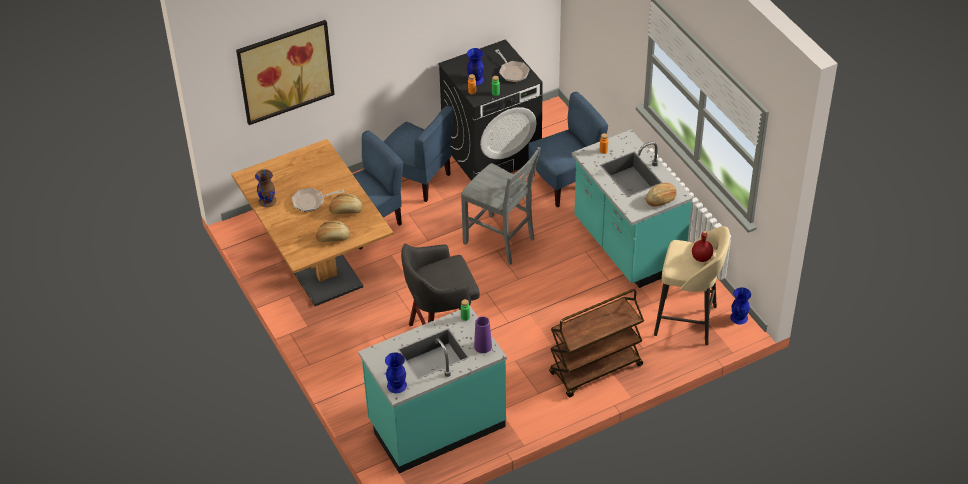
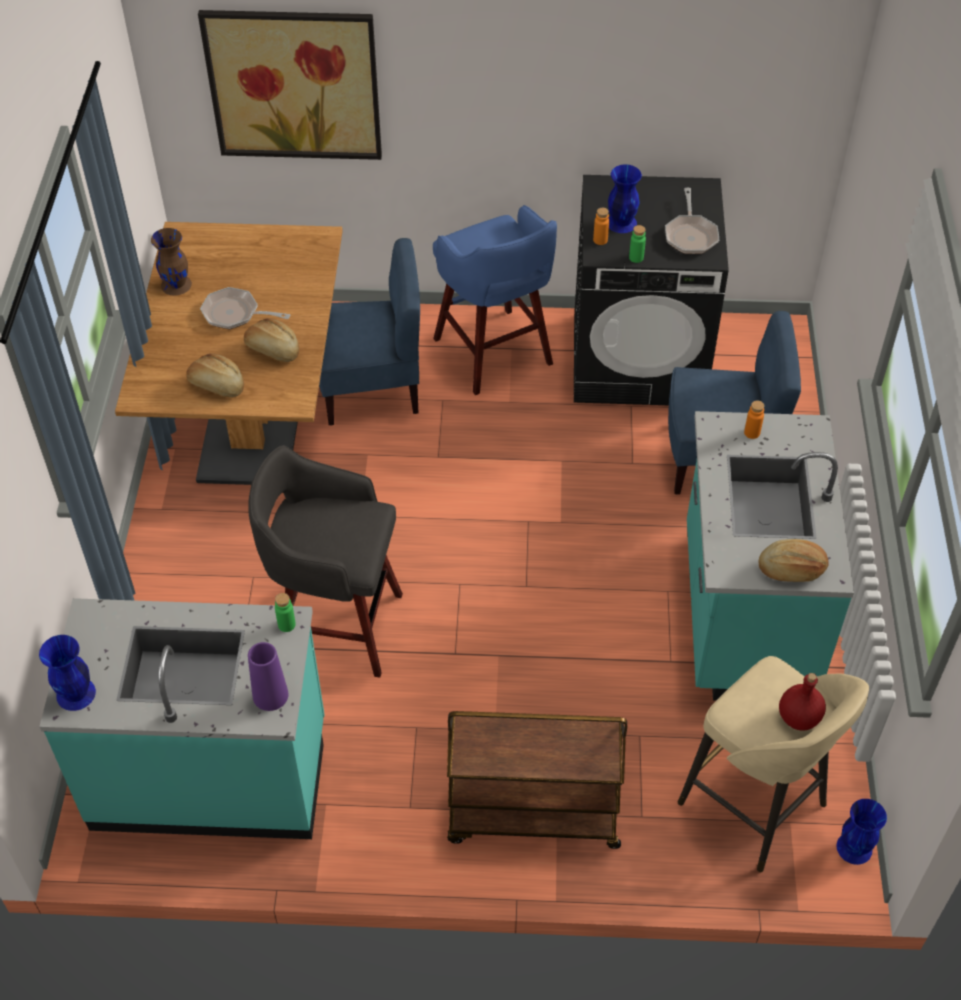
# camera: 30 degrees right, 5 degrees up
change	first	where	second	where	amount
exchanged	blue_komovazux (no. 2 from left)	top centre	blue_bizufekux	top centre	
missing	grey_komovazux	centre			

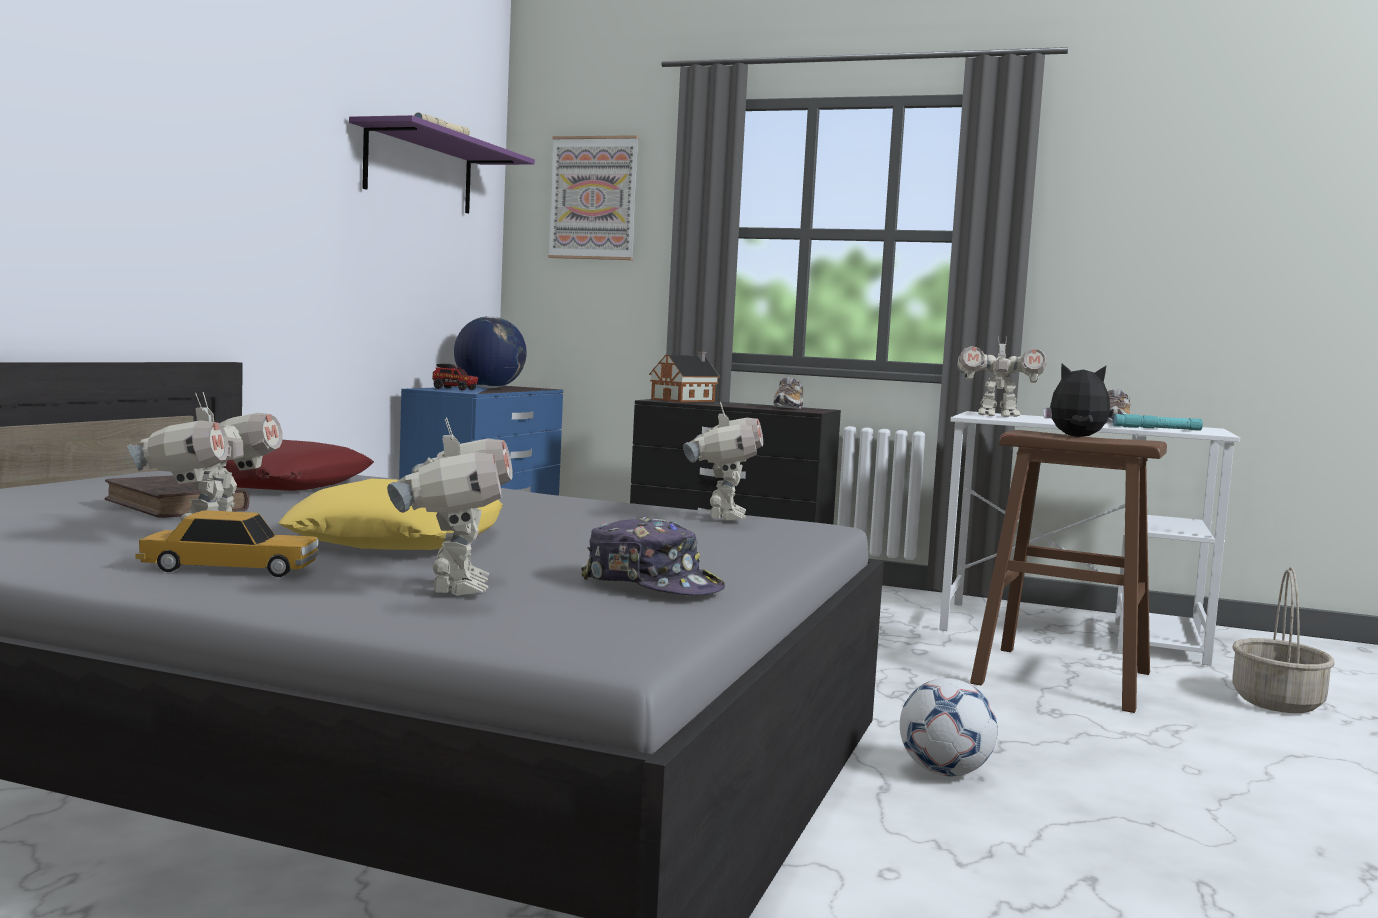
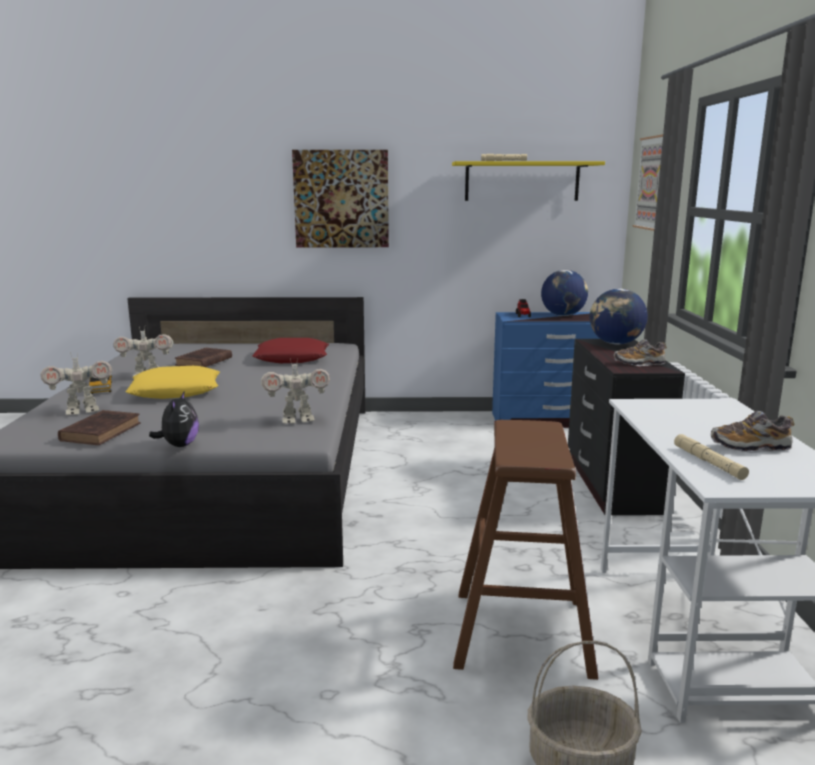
# camera: 70 degrees right, 10 degrees up
change	first	where	second	where	amount
colour	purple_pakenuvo	top left	yellow_pakenuvo	top centre	
missing	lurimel (no. 4 from left)	middle right			
exchanged	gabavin	centre	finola (no. 2 from left)	middle right	
relocated	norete	middle right		middle left	
colour	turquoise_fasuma	middle right	beige_fasuma (no. 2 from left)	middle right	
exchanged	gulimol	centre	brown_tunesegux (no. 1 from left)	middle left	
missing	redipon	bottom right			
appeared			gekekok (no. 1 from left)	top centre	

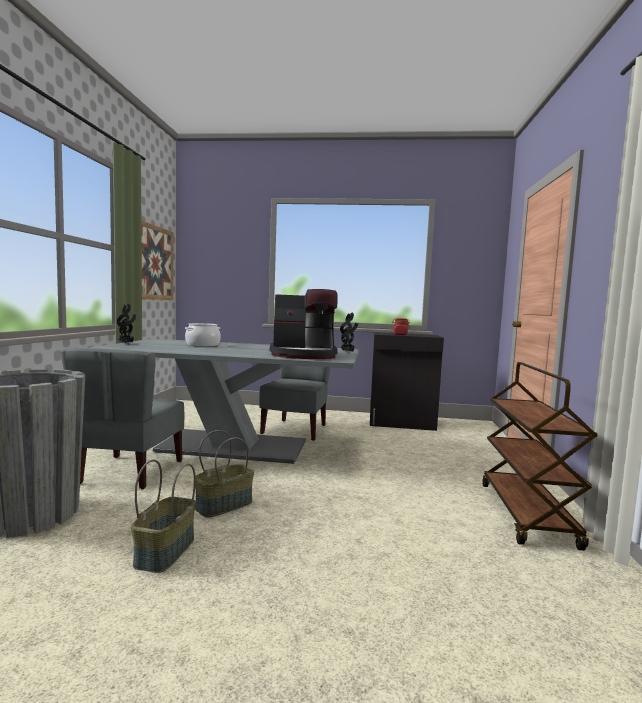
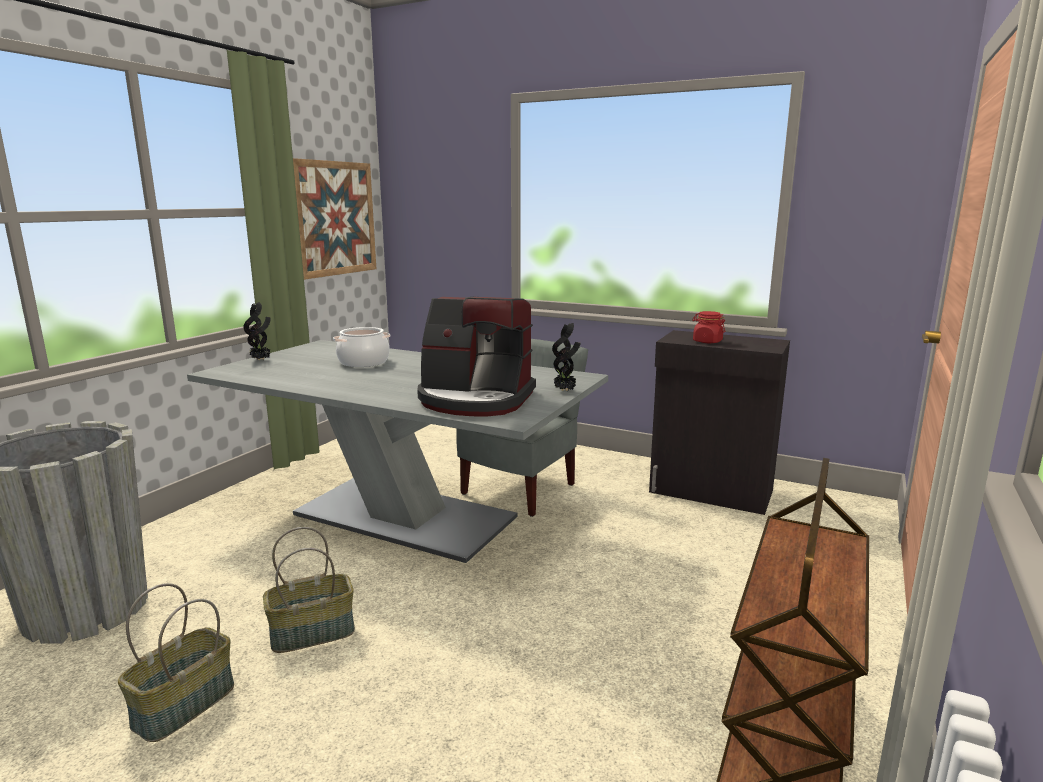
# camera: 20 degrees right, 10 degrees up
change	first	where	second	where	amount
missing	grey_komovazux (no. 1 from left)	middle left			

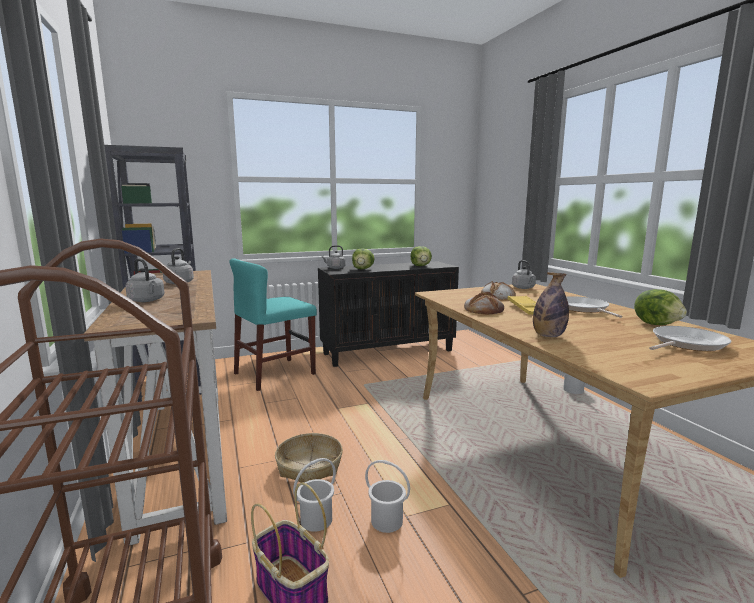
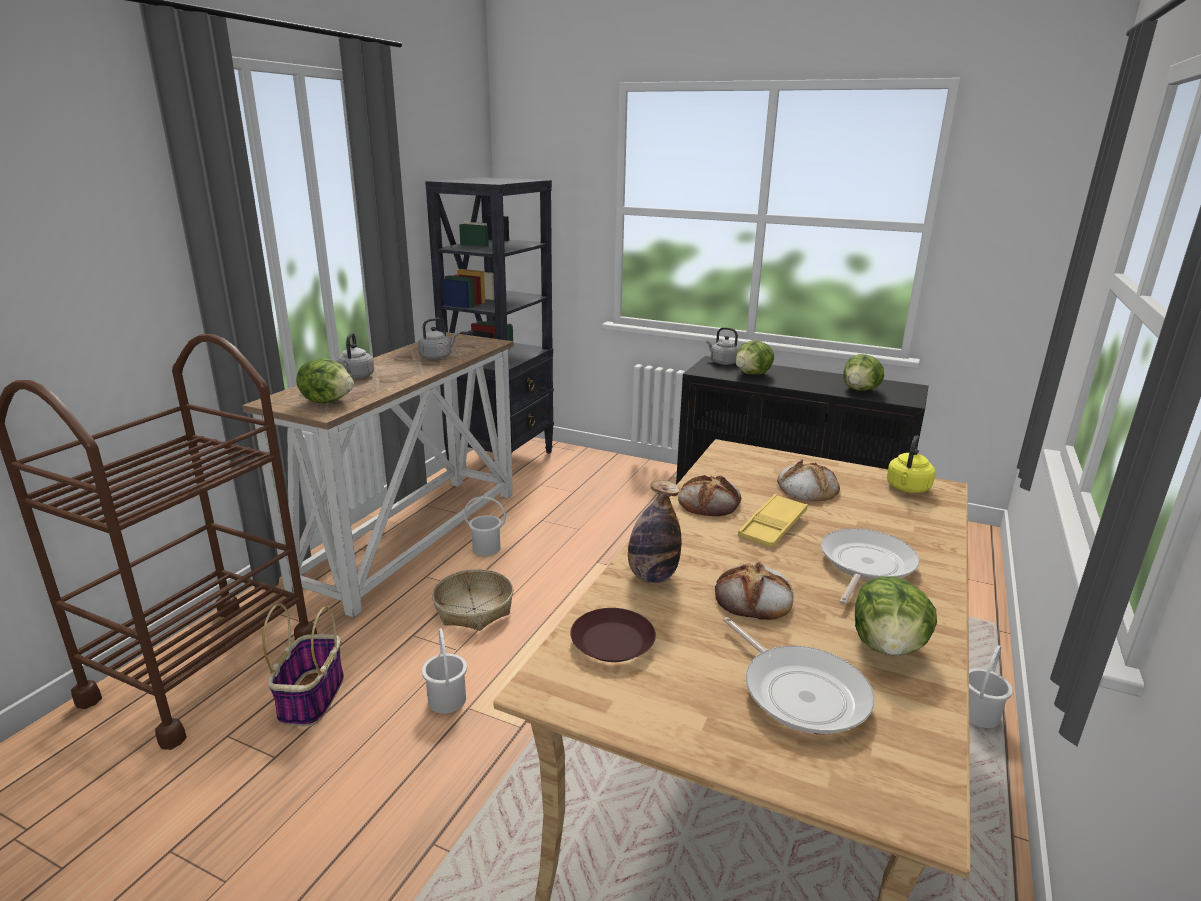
# camera: 45 degrees right, 10 degrees up
change	first	where	second	where	amount
missing	turquoise_komovazux	centre			
colour	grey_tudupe (no. 4 from left)	middle right	yellow_tudupe	middle right	
spun	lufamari (no. 2 from left in the first image)	middle right	lufamari (no. 1 from left)	bottom centre	45 degrees clockwise
relocated	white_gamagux (no. 1 from left in the first image)	bottom centre	white_gamagux (no. 2 from left)	centre	
appeared			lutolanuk (no. 1 from left)	middle left	
appeared			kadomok (no. 2 from left)	centre	
appeared			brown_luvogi	bottom centre	

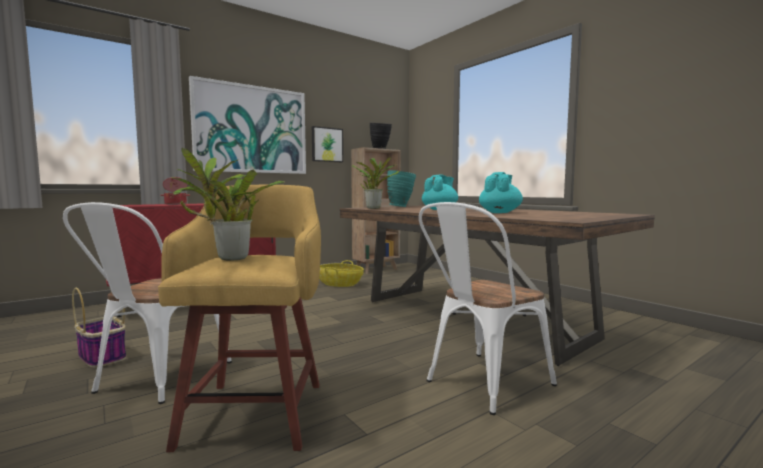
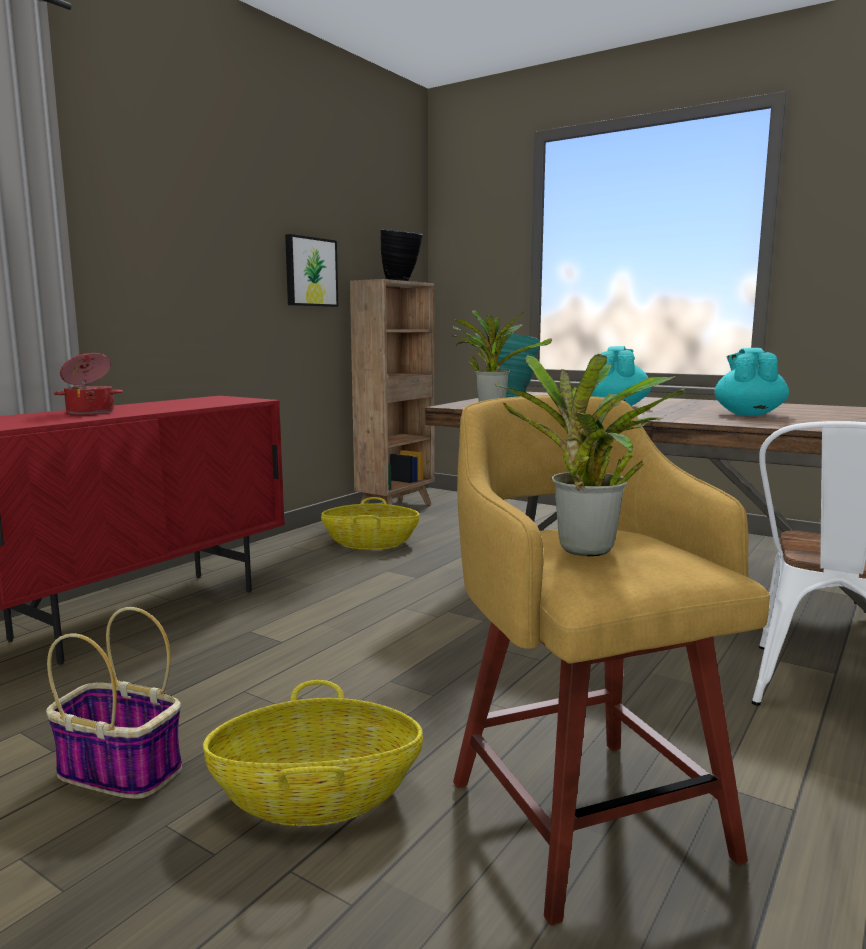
# camera: 20 degrees left, 5 degrees up
change	first	where	second	where	amount
missing	gekekok (no. 1 from left)	top left			
exchanged	white_komovazux (no. 1 from left)	middle left	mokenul (no. 2 from left)	bottom centre	

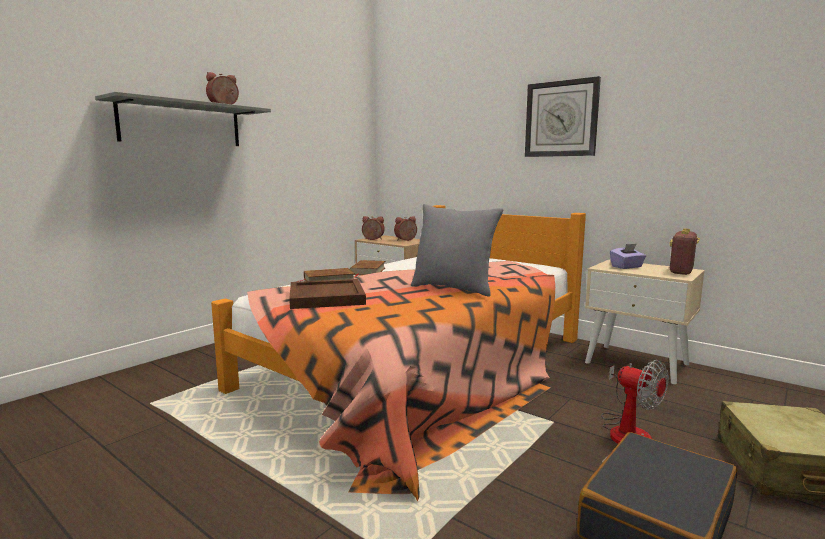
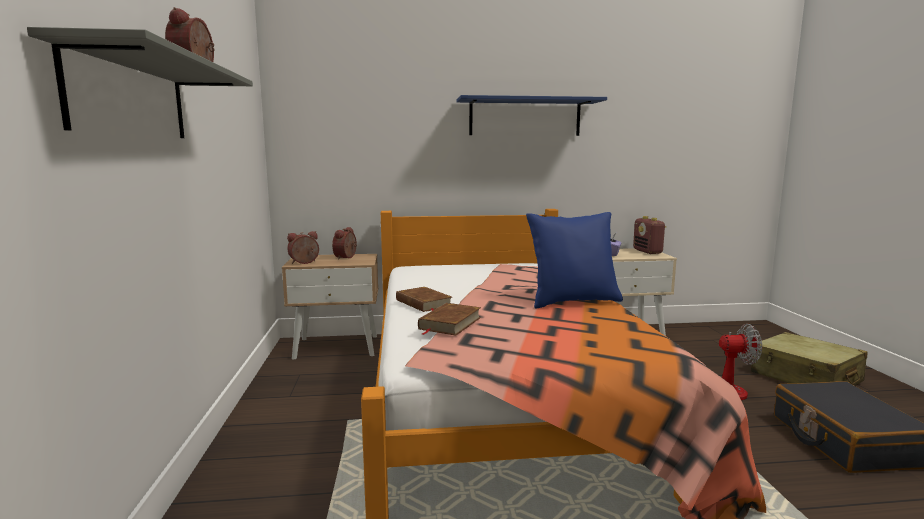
# camera: 45 degrees left, 0 degrees up
change	first	where	second	where	amount
exchanged	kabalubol	top right	blue_pakenuvo	top centre	
colour	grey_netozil	centre	blue_netozil	centre	
missing	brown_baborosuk	centre			

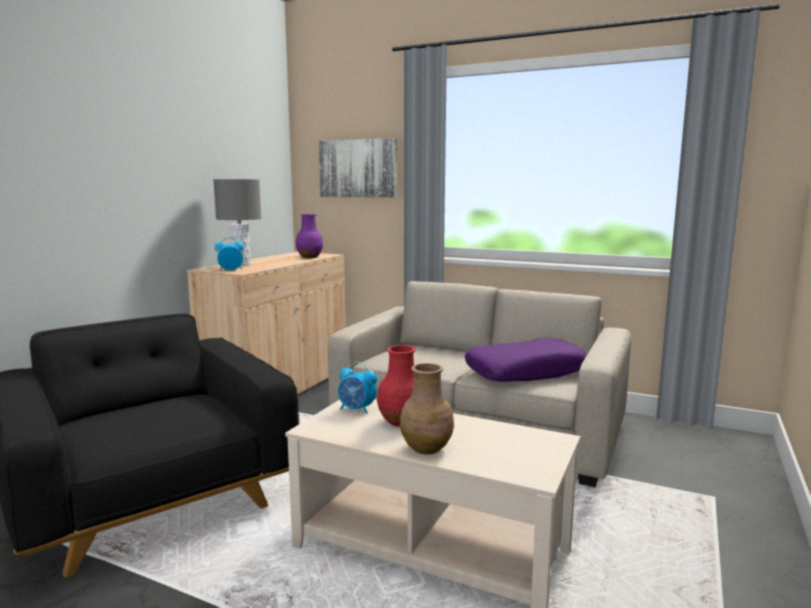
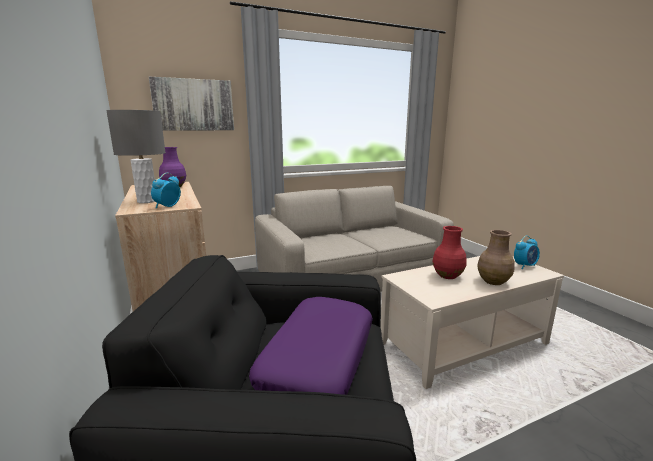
# camera: 50 degrees left, 5 degrees up
change	first	where	second	where	amount
relocated	purple_netozil	centre		bottom centre	
relocated	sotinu (no. 2 from left)	centre		middle right	

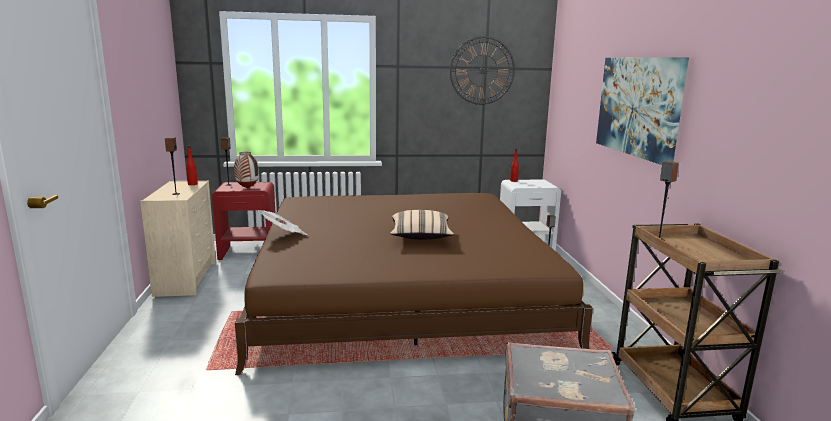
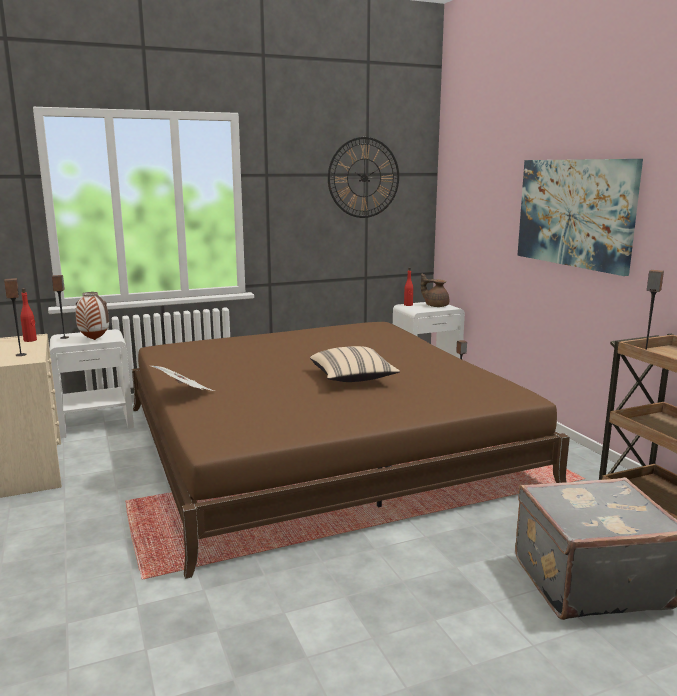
# camera: 15 degrees left, 0 degrees up
change	first	where	second	where	amount
colour	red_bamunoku	middle left	white_bamunoku (no. 1 from left)	middle left	
appeared			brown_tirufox	centre	

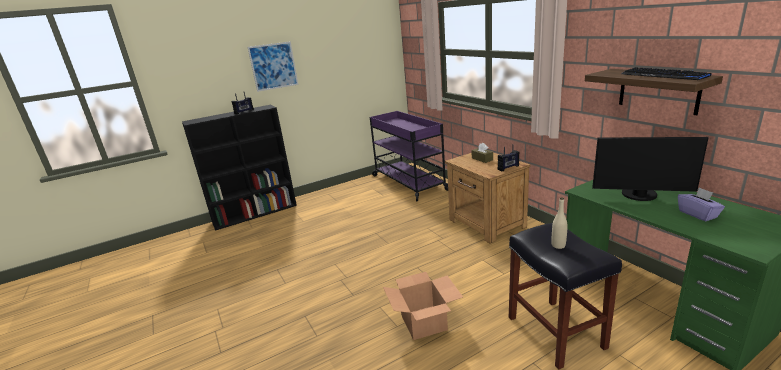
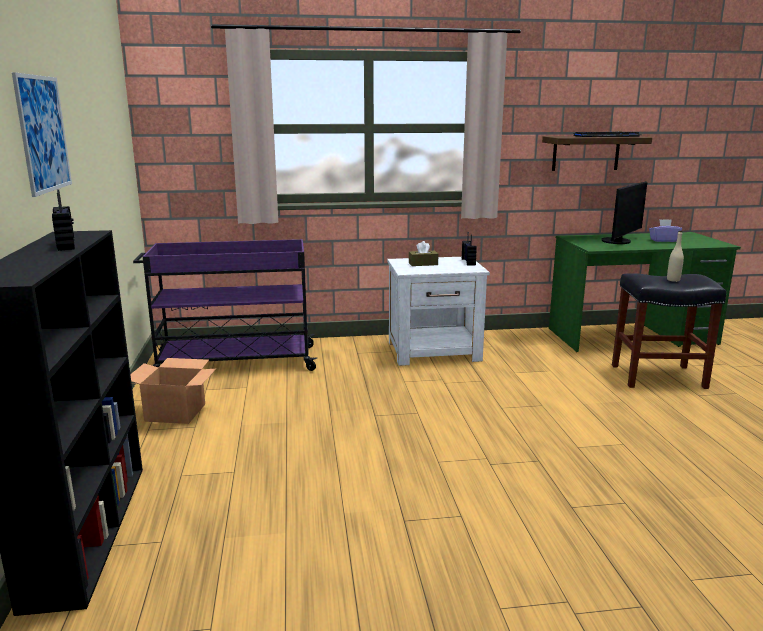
# camera: 70 degrees left, 5 degrees down
change	first	where	second	where	amount
colour	brown_bamunoku	centre	white_bamunoku	centre	
relocated	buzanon	bottom centre		middle left	

